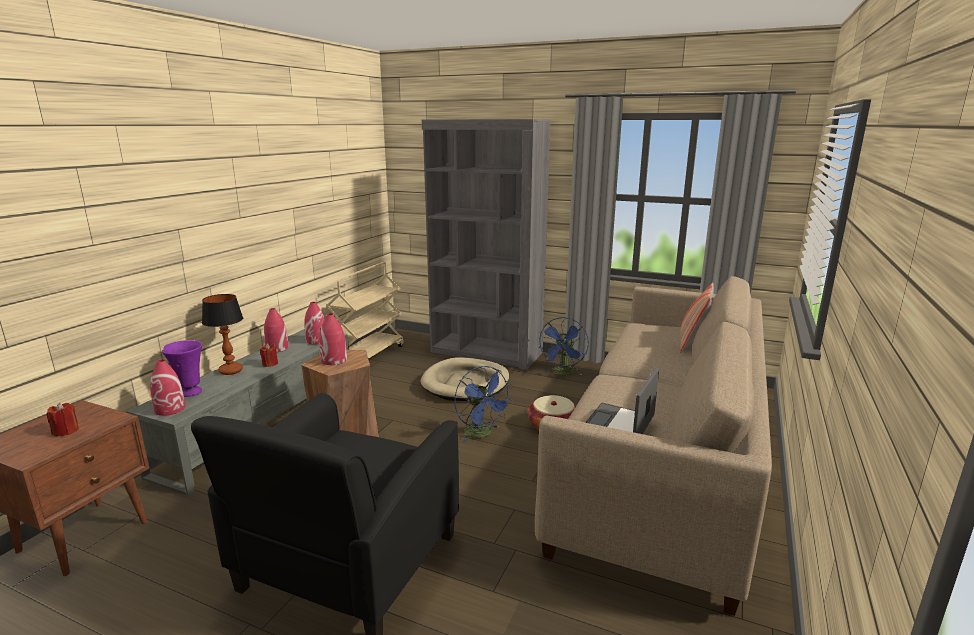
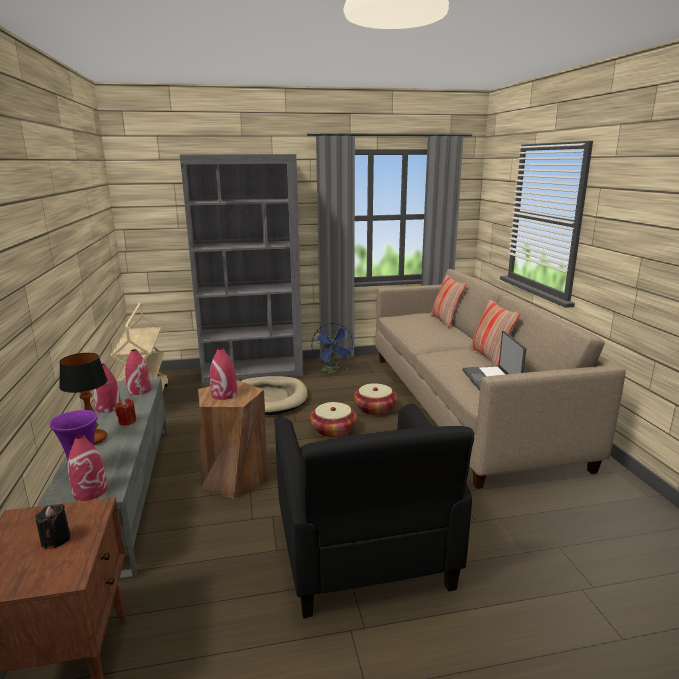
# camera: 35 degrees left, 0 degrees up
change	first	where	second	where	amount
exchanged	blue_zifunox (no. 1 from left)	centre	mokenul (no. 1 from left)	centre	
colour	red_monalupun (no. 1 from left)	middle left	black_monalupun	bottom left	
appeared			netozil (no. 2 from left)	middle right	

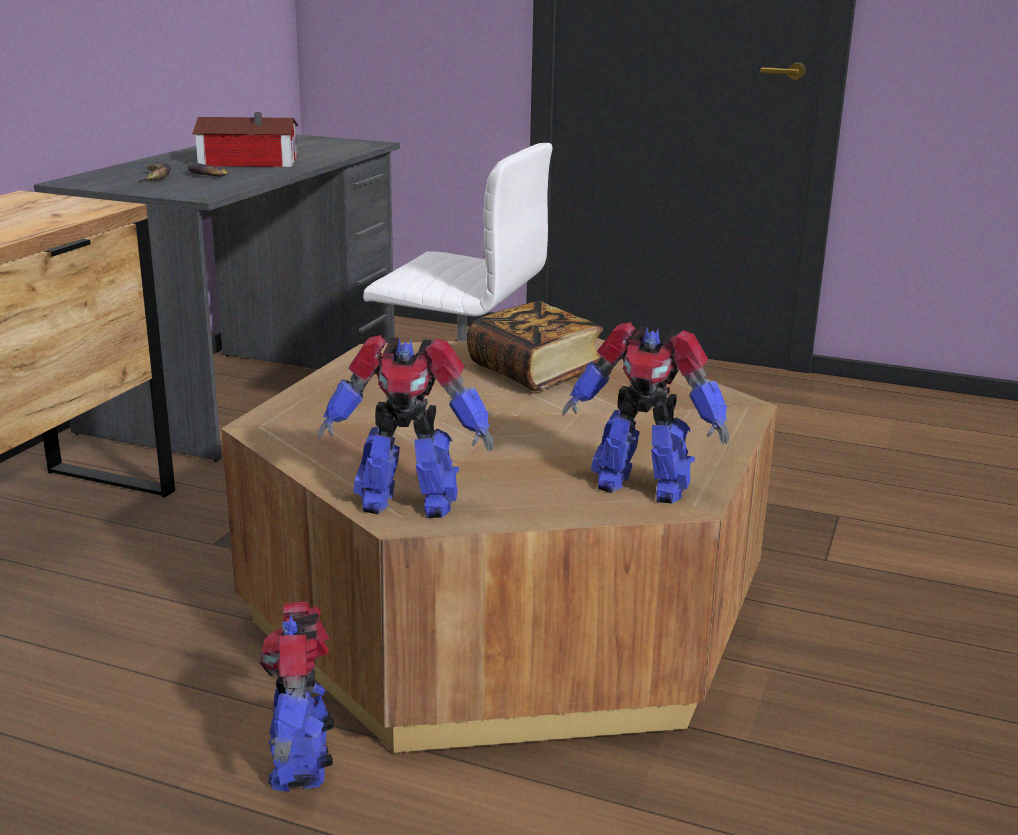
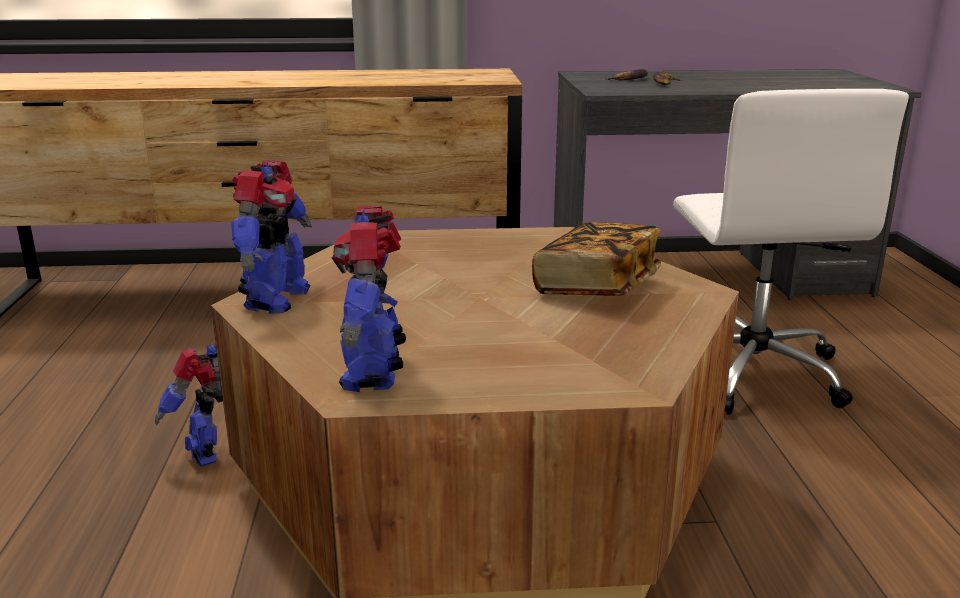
# camera: 65 degrees right, 0 degrees up
change	first	where	second	where	amount
missing	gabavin	top left			
spun	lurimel (no. 2 from left)	centre		middle left	150 degrees counterclockwise

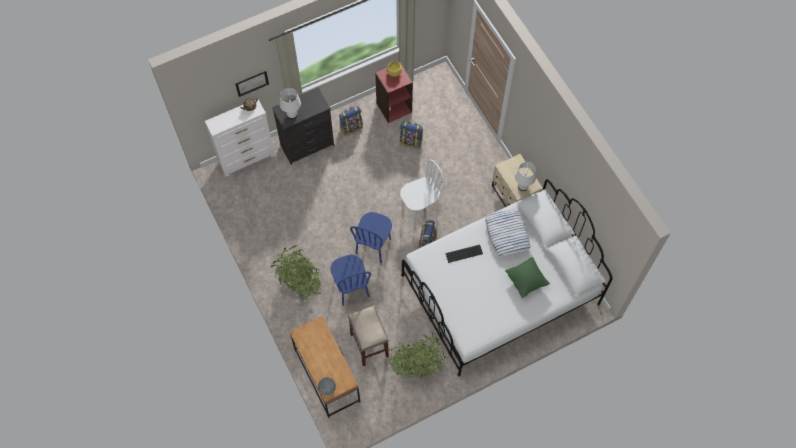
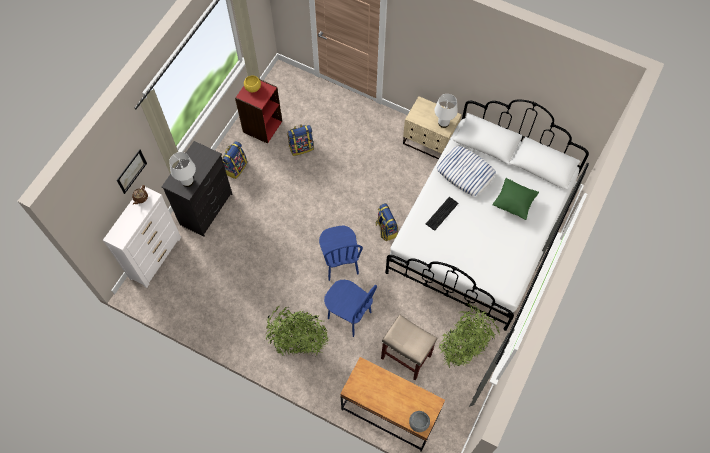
# camera: 35 degrees left, 0 degrees up
change	first	where	second	where	amount
missing	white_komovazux	centre			

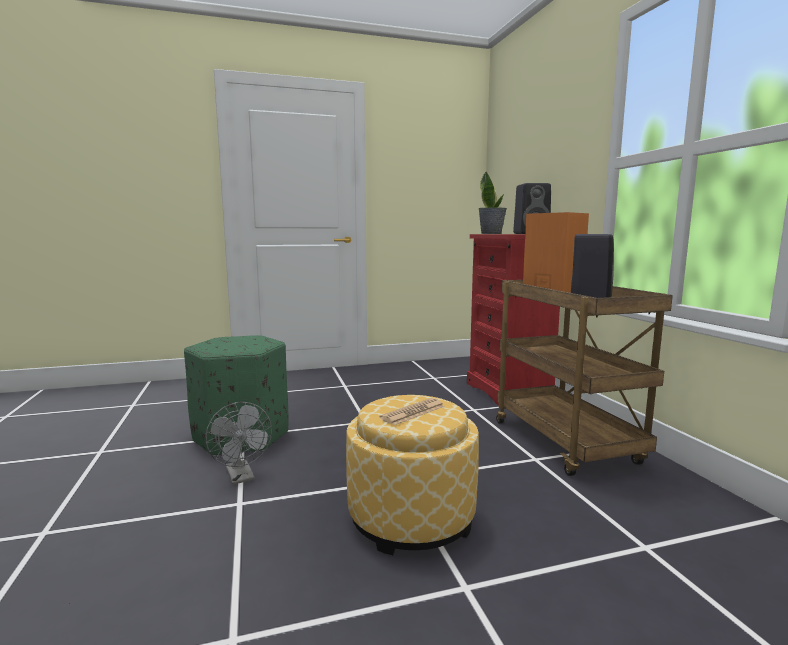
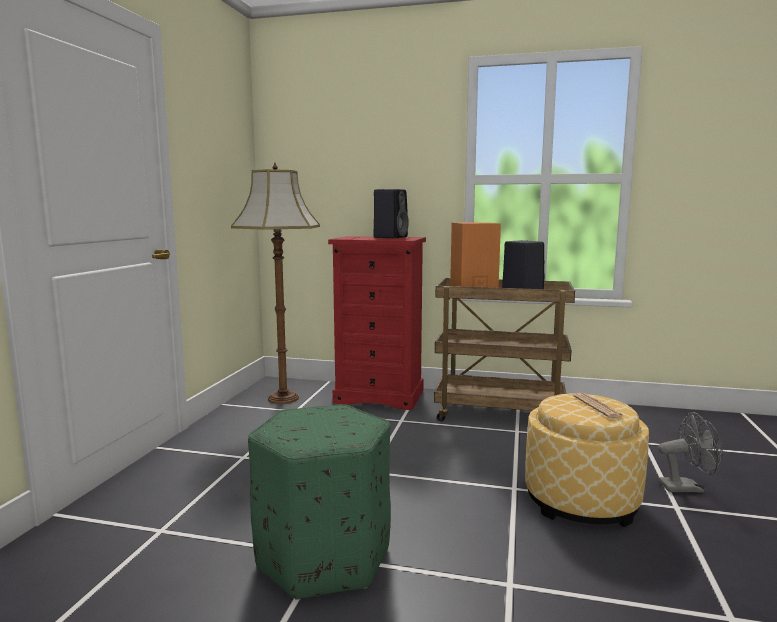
# camera: 60 degrees left, 0 degrees up
change	first	where	second	where	amount
missing	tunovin	top centre			
relocated	grey_zifunox	bottom left		bottom right	
appeared			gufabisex	centre	

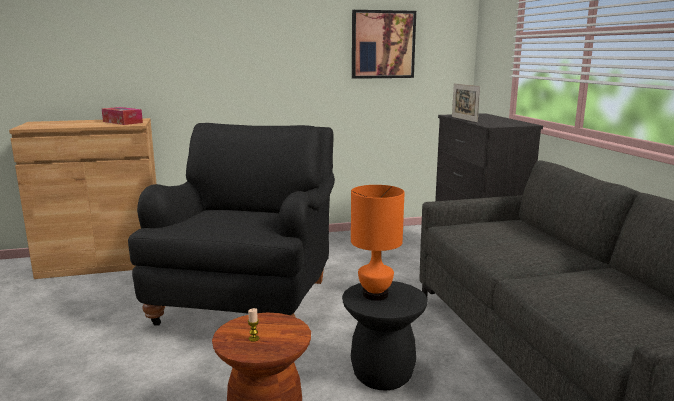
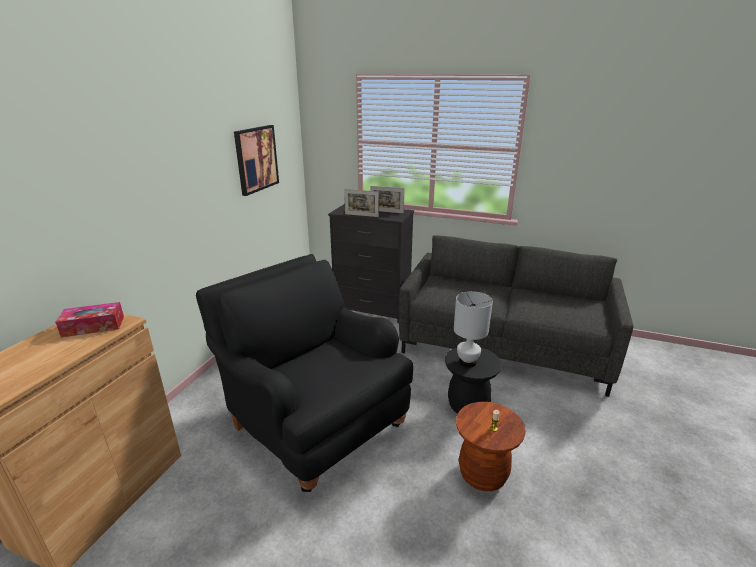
# camera: 55 degrees left, 10 degrees up
change	first	where	second	where	amount
colour	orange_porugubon	centre	white_porugubon	centre	
appeared			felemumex (no. 2 from left)	centre	

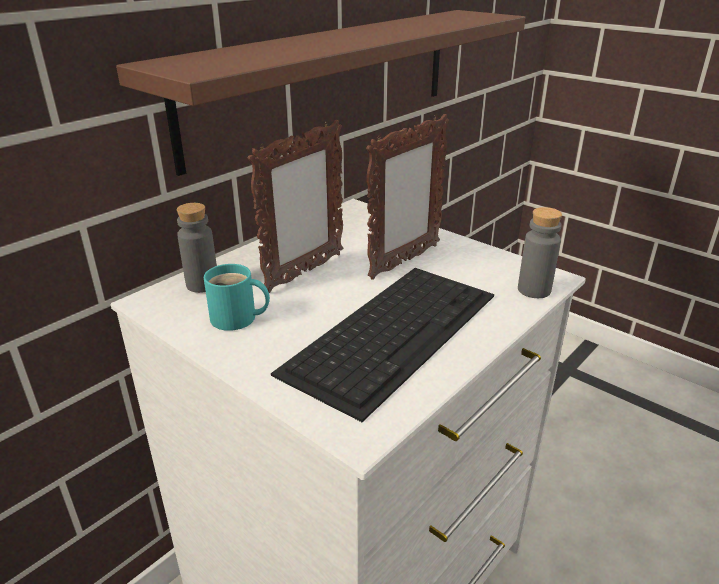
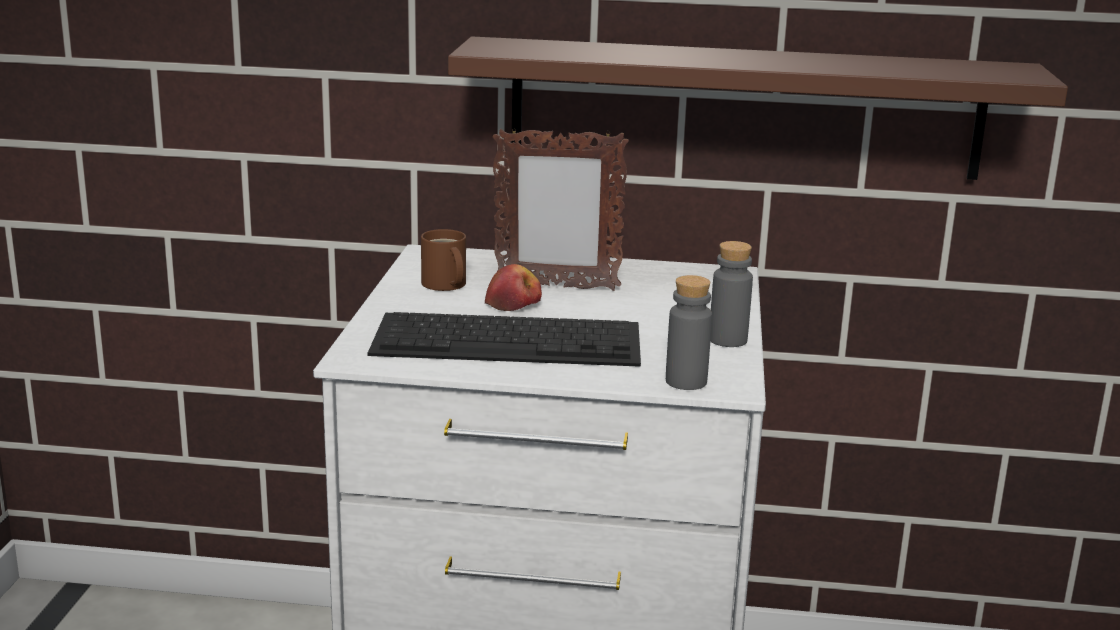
# camera: 55 degrees right, 10 degrees down
change	first	where	second	where	amount
missing	felemumex (no. 2 from left)	centre			
relocated	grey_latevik (no. 1 from left in the first image)	middle left	grey_latevik (no. 2 from left)	centre	
colour	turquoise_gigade	middle left	brown_gigade	centre	
appeared			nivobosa	centre	

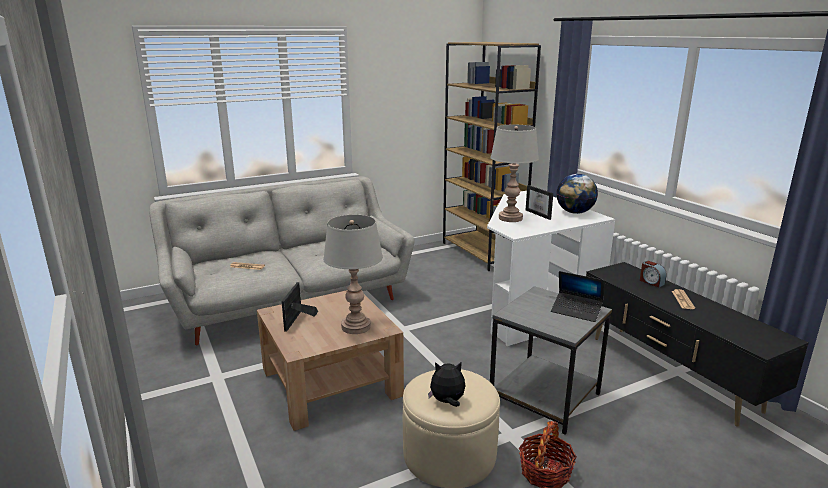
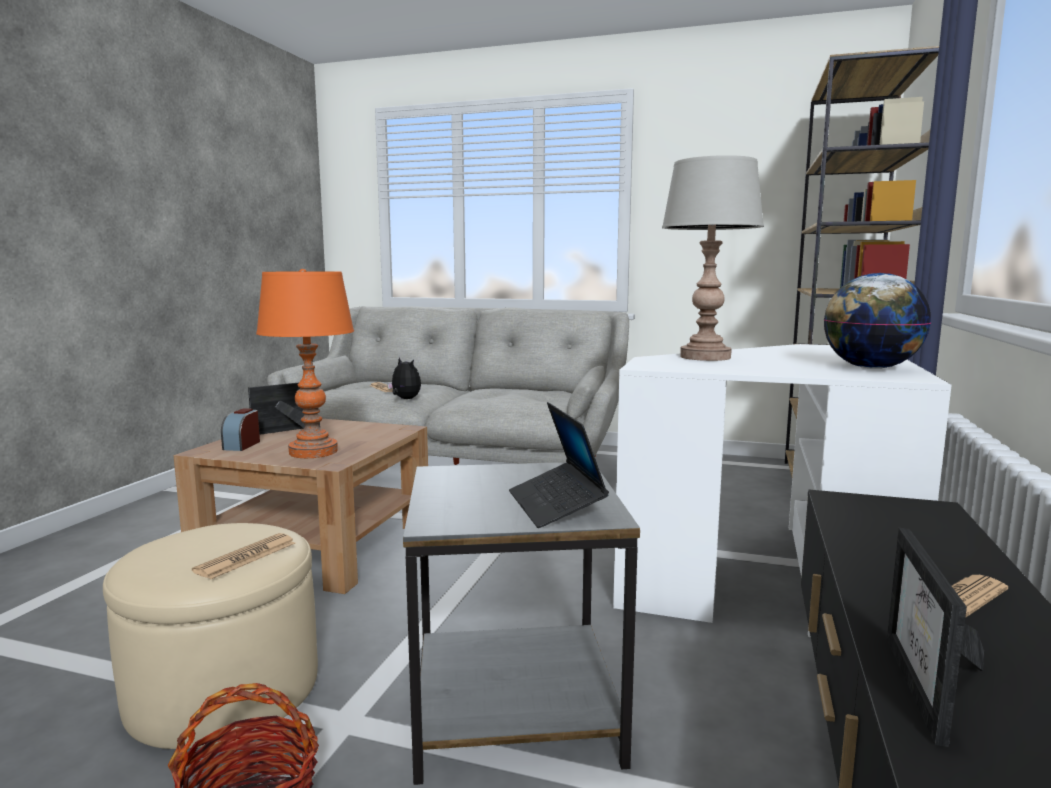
# camera: 45 degrees right, 10 degrees down
change	first	where	second	where	amount
relocated	felemumex (no. 2 from left)	centre		bottom right	
colour	grey_porugubon (no. 1 from left)	centre	orange_porugubon	middle left	
relocated	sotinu	middle right		middle left	
relocated	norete	bottom centre		centre	
appeared			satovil (no. 1 from left)	bottom left	

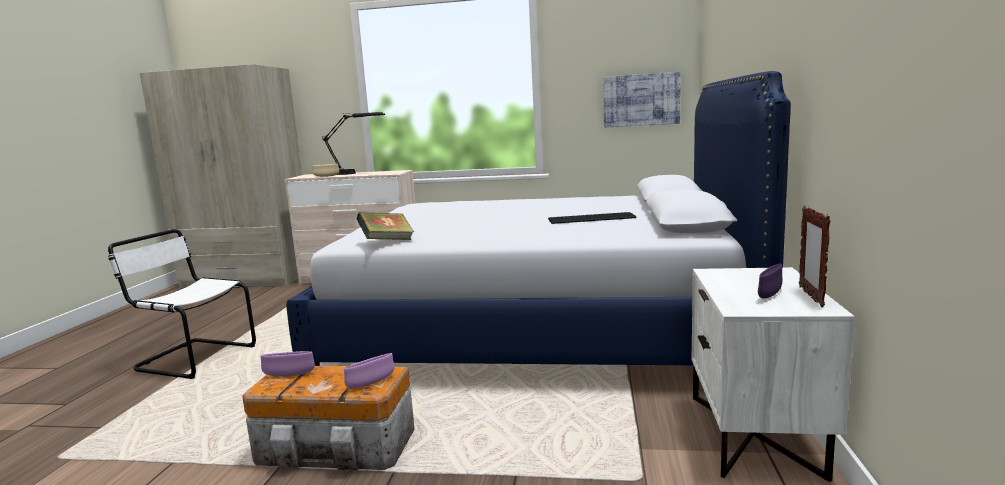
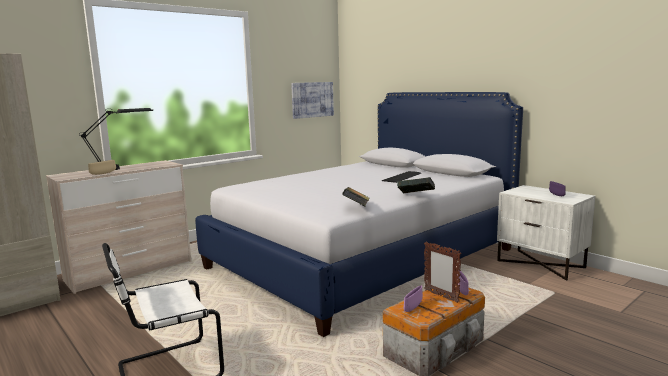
# camera: 50 degrees left, 0 degrees up
change	first	where	second	where	amount
relocated	felemumex	middle right		bottom centre	
appeared			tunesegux (no. 2 from left)	centre	

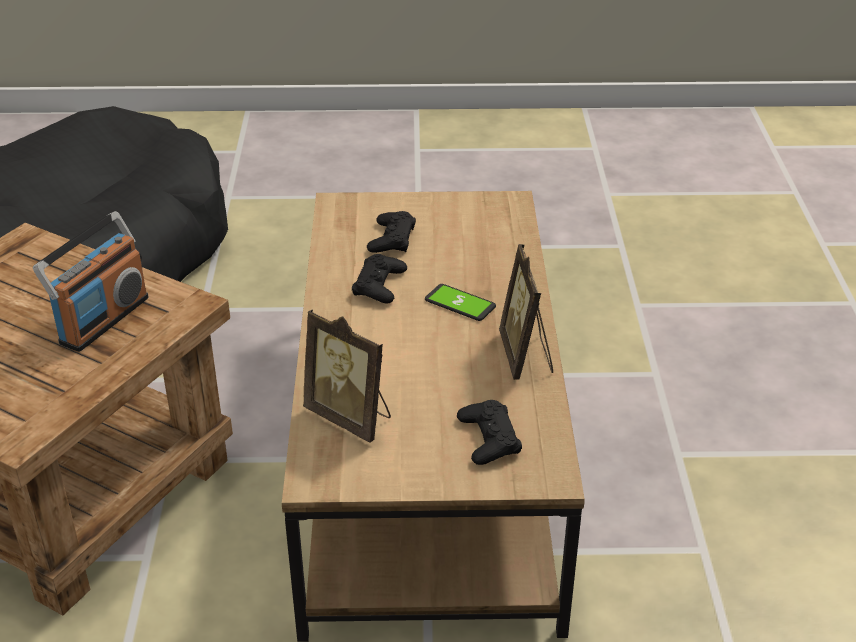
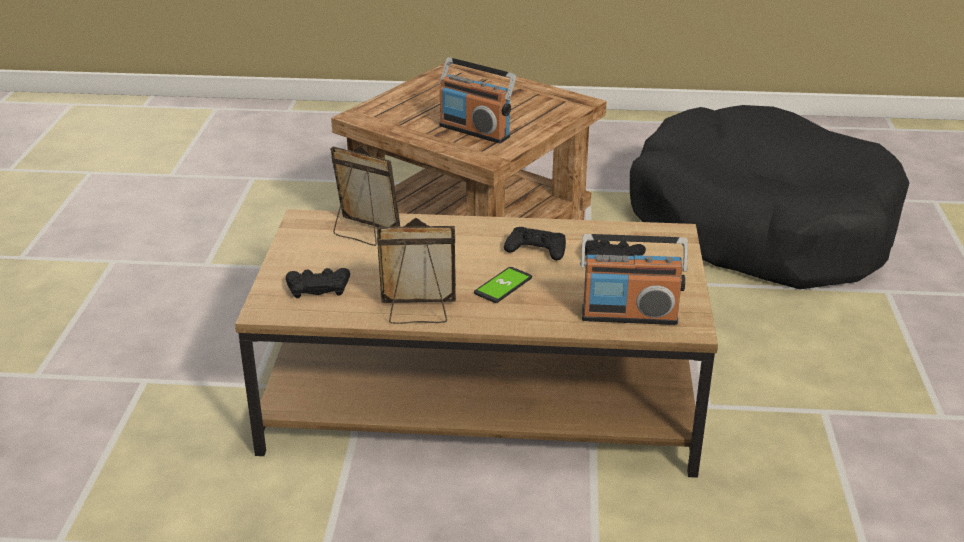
# camera: 95 degrees right, 5 degrees down
change	first	where	second	where	amount
spun	felemumex (no. 1 from left)	centre		centre	75 degrees clockwise
appeared			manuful (no. 2 from left)	centre	

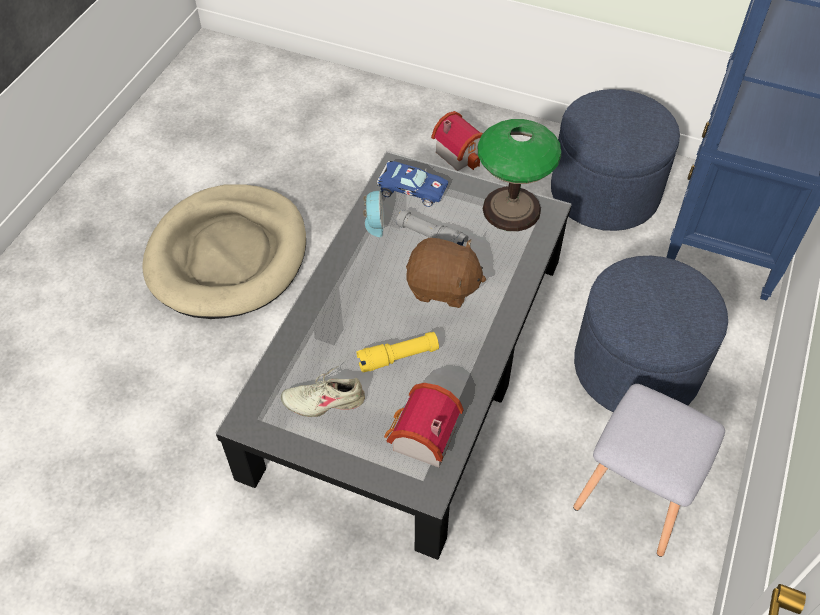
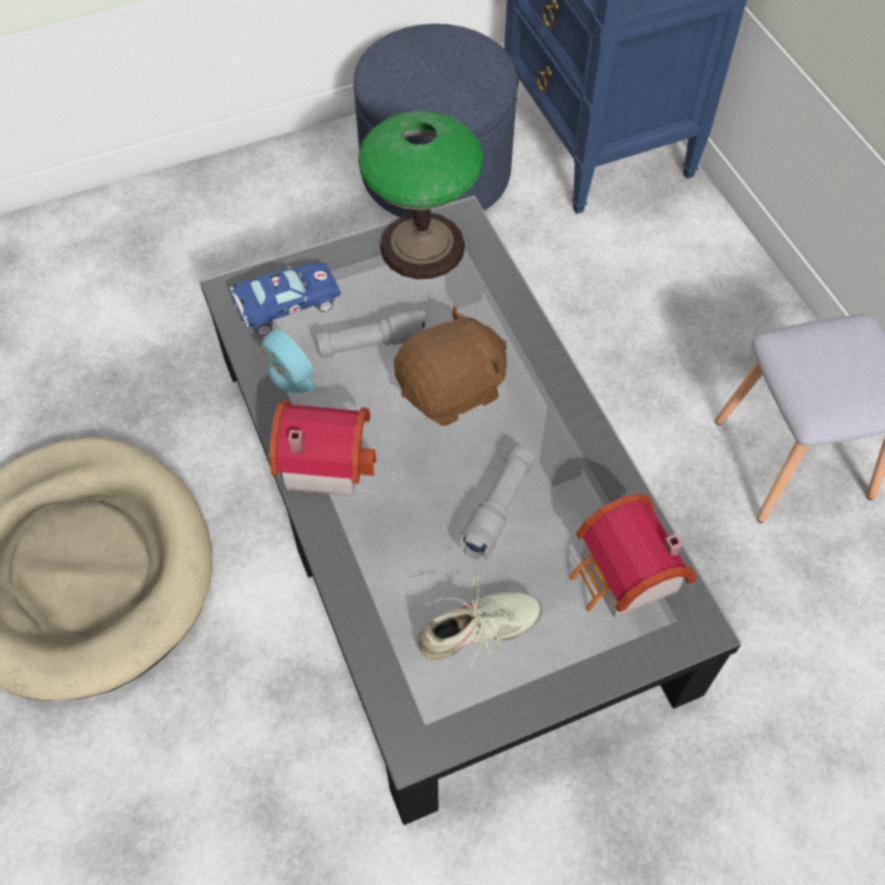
# camera: 45 degrees left, 5 degrees up
change	first	where	second	where	amount
relocated	gabavin (no. 2 from left in the first image)	top centre	gabavin (no. 1 from left)	centre	
missing	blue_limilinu (no. 2 from left)	middle right			
colour	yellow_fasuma	centre	grey_fasuma (no. 2 from left)	centre	
spun	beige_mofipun	centre		bottom centre	150 degrees counterclockwise

